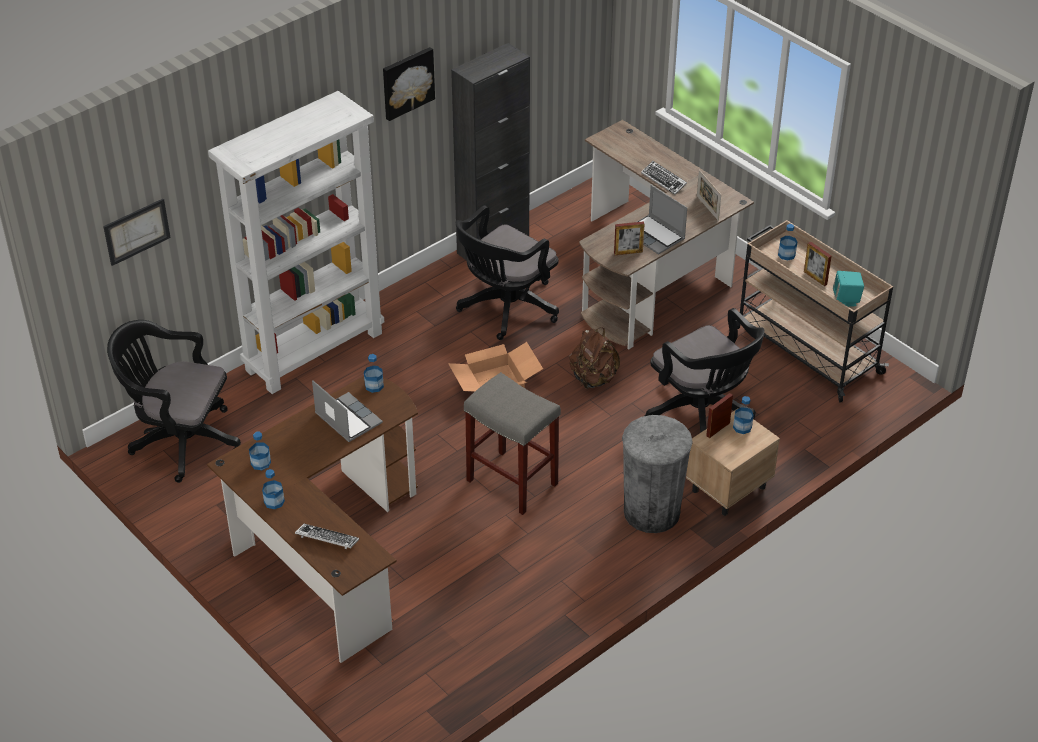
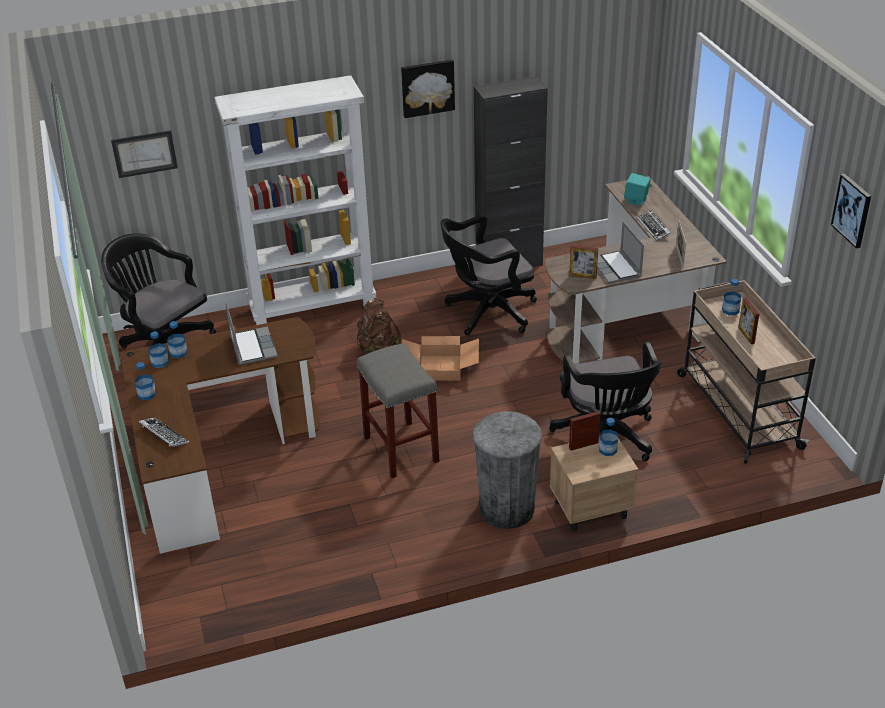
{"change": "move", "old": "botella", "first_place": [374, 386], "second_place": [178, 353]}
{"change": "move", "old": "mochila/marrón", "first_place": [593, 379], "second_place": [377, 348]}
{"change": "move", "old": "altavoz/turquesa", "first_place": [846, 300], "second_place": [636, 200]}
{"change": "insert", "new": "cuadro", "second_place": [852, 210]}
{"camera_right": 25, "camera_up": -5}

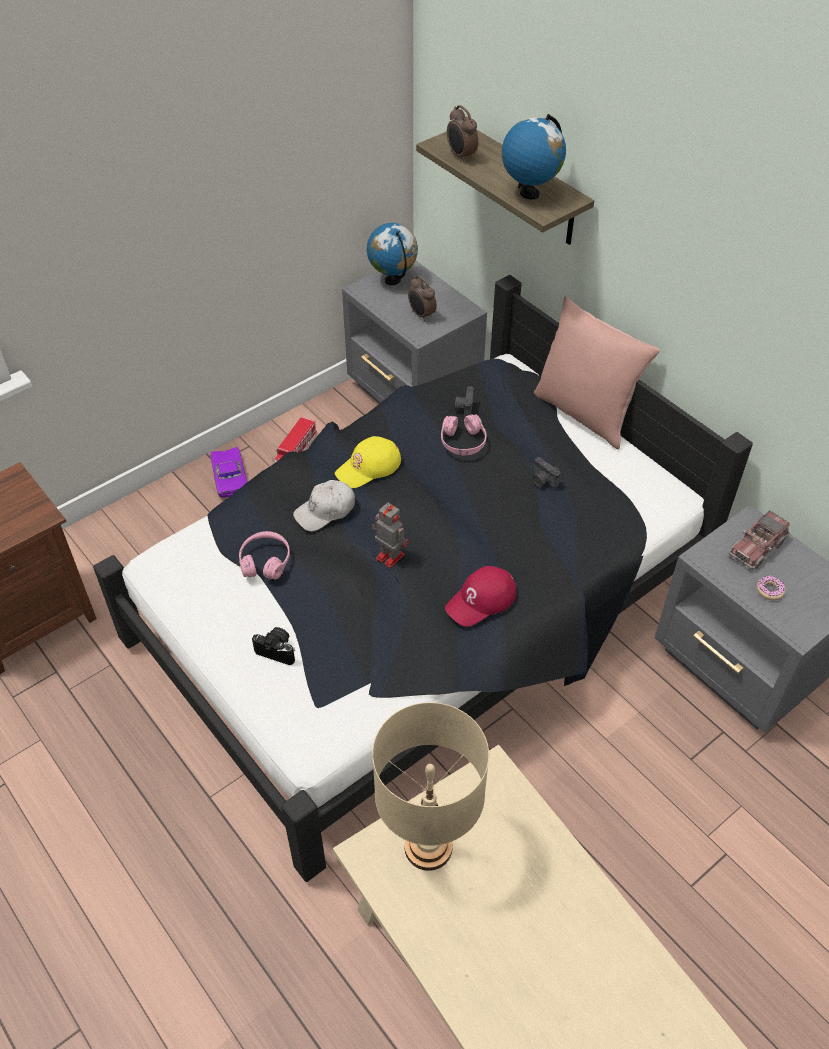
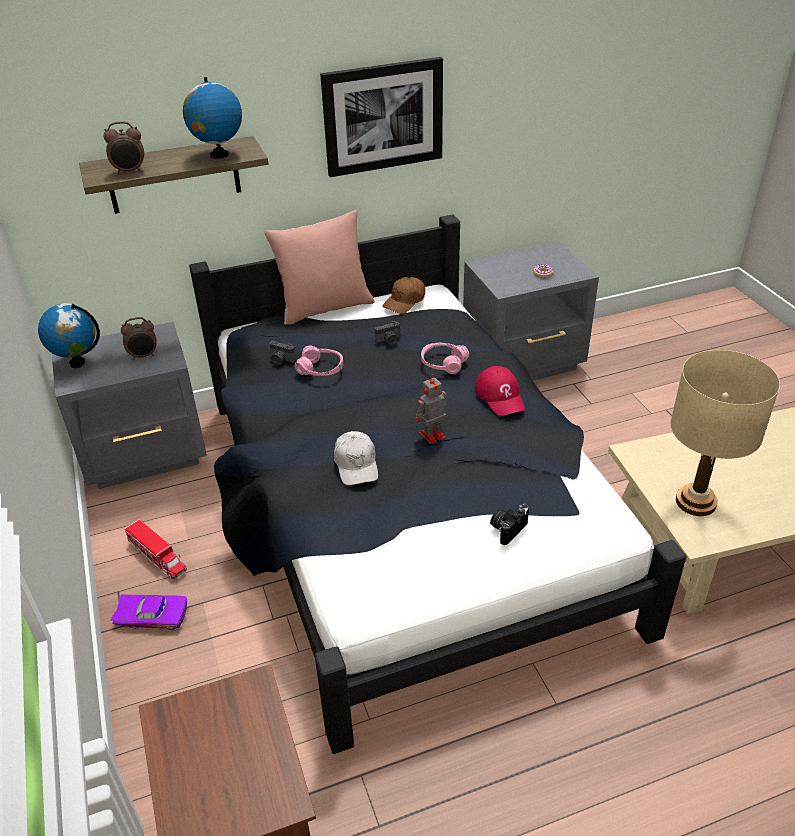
{"change": "move", "old": "auriculares/rosa", "first_place": [265, 562], "second_place": [443, 364]}
{"change": "delete", "old": "gorra/amarillo", "first_place": [368, 467]}
{"change": "delete", "old": "camión de juguete", "first_place": [757, 548]}
{"change": "insert", "new": "cuadro", "second_place": [383, 116]}
{"change": "insert", "new": "gorra/marrón", "second_place": [405, 301]}
{"camera_right": -70, "camera_up": -10}

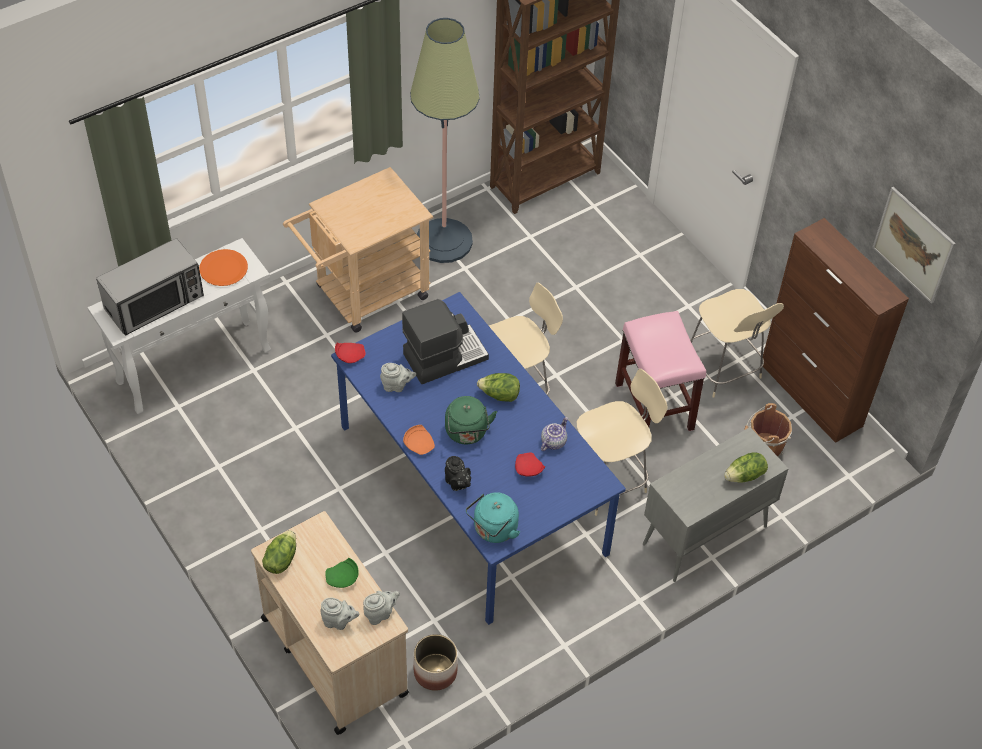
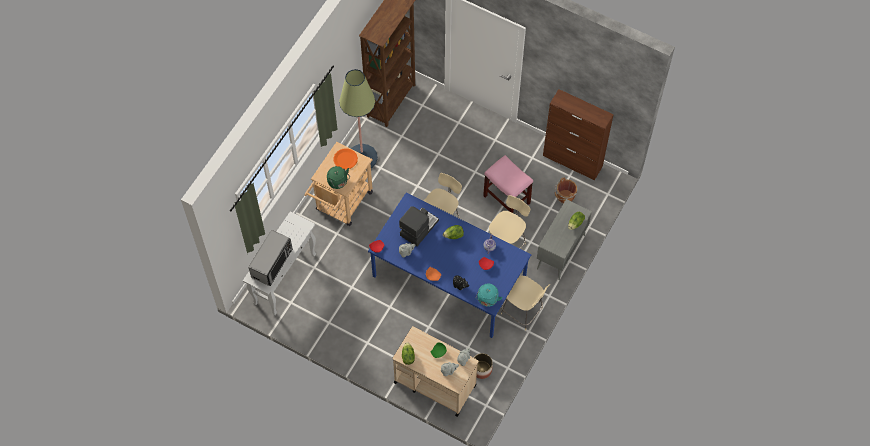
{"change": "move", "old": "plato/naranja", "first_place": [223, 269], "second_place": [345, 159]}
{"change": "move", "old": "hervidor/verde", "first_place": [467, 433], "second_place": [338, 182]}
{"change": "move", "old": "silla/beis", "first_place": [724, 369], "second_place": [523, 312]}
{"change": "delete", "old": "cuadro", "first_place": [913, 245]}
{"camera_right": -25, "camera_up": 10}

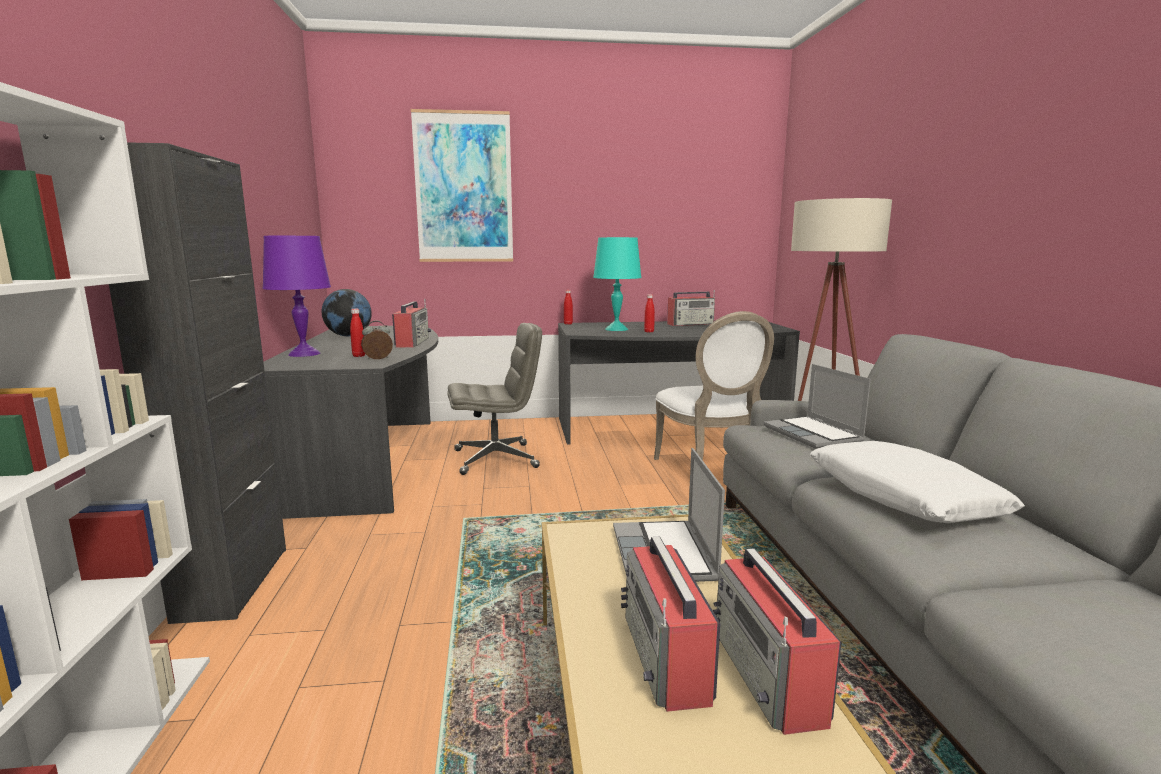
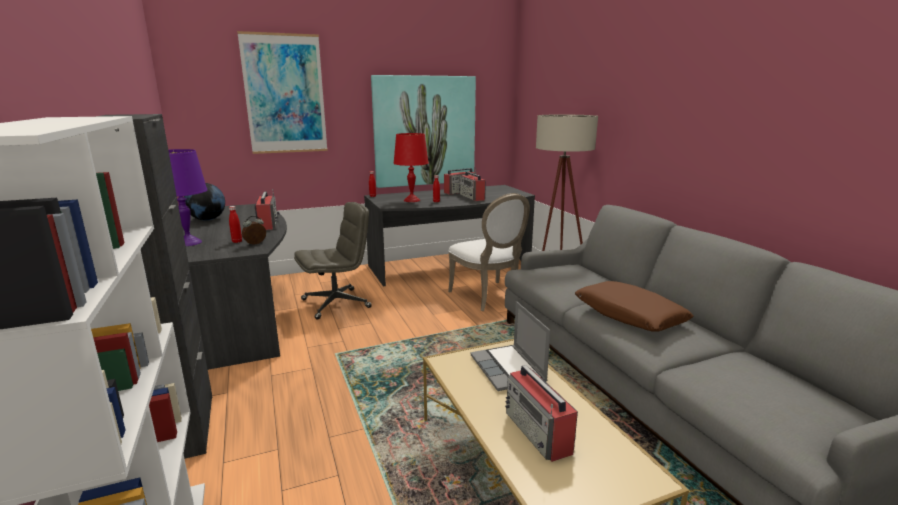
{"change": "recolor", "old": "lámpara de mesa/turquesa", "new": "lámpara de mesa/rojo", "first_place": [617, 329], "second_place": [412, 200]}
{"change": "move", "old": "radio", "first_place": [768, 676], "second_place": [472, 197]}
{"change": "delete", "old": "portátil", "first_place": [814, 434]}
{"change": "recolor", "old": "cojín/blanco", "new": "cojín/marrón", "first_place": [903, 497], "second_place": [629, 315]}
{"change": "insert", "new": "cuadro", "second_place": [424, 131]}
{"camera_right": -15, "camera_up": 5}

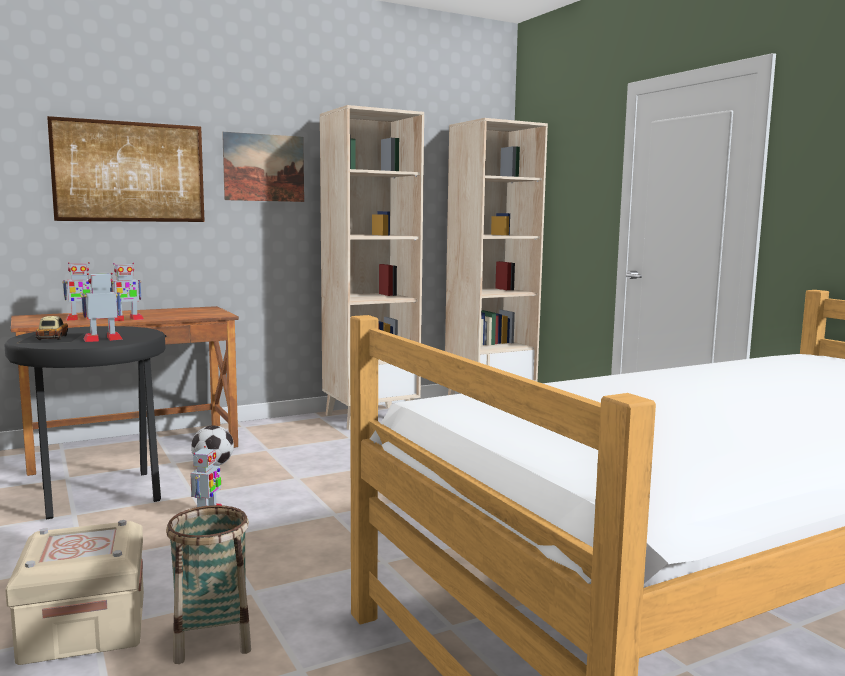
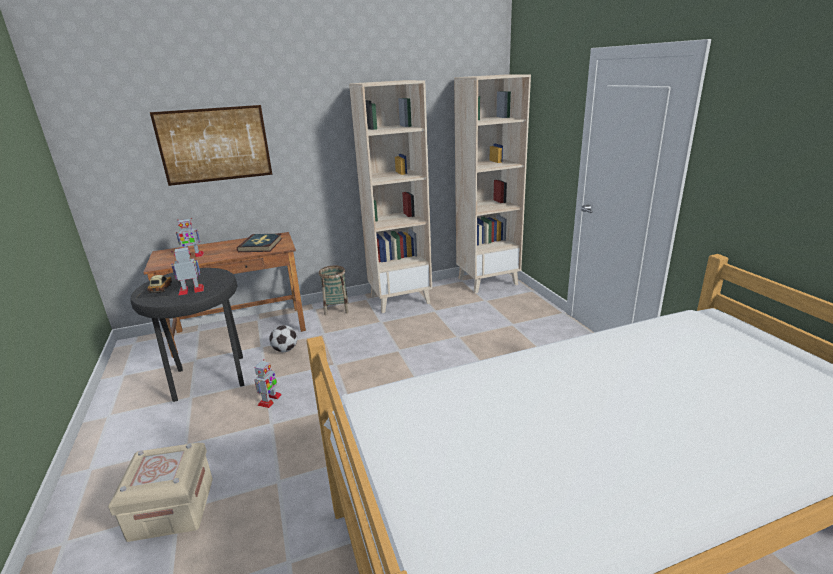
{"change": "delete", "old": "robot de juguete", "first_place": [127, 319]}
{"change": "move", "old": "cesta", "first_place": [212, 638], "second_place": [336, 309]}
{"change": "delete", "old": "cuadro", "first_place": [264, 167]}
{"change": "insert", "new": "libro", "second_place": [261, 245]}
{"camera_right": 10, "camera_up": 15}

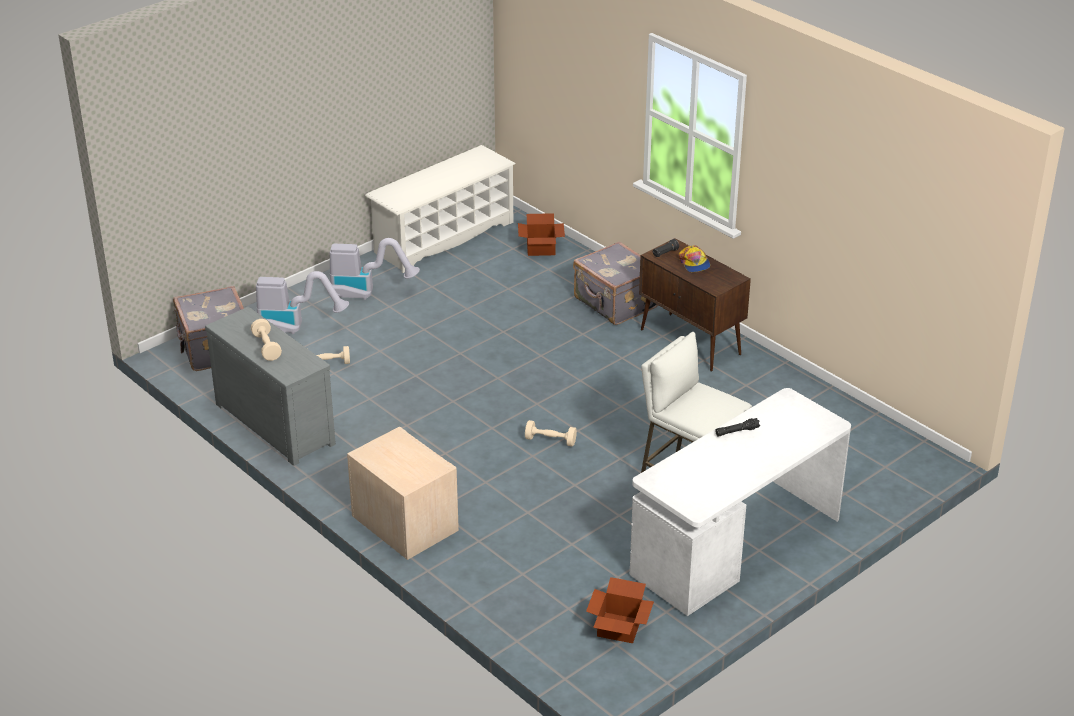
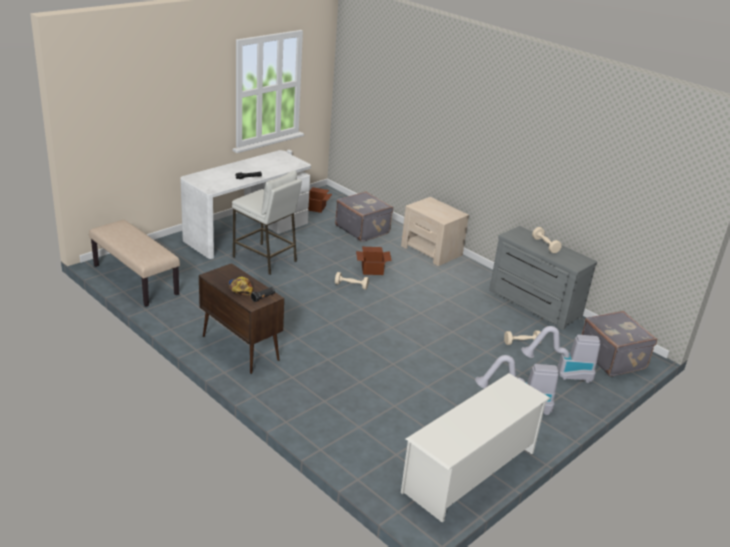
{"change": "move", "old": "caja de cartón", "first_place": [540, 249], "second_place": [372, 269]}
{"change": "move", "old": "maleta/gris", "first_place": [615, 303], "second_place": [363, 229]}
{"change": "insert", "new": "banco/beis", "second_place": [134, 280]}
{"camera_right": 175, "camera_up": -5}

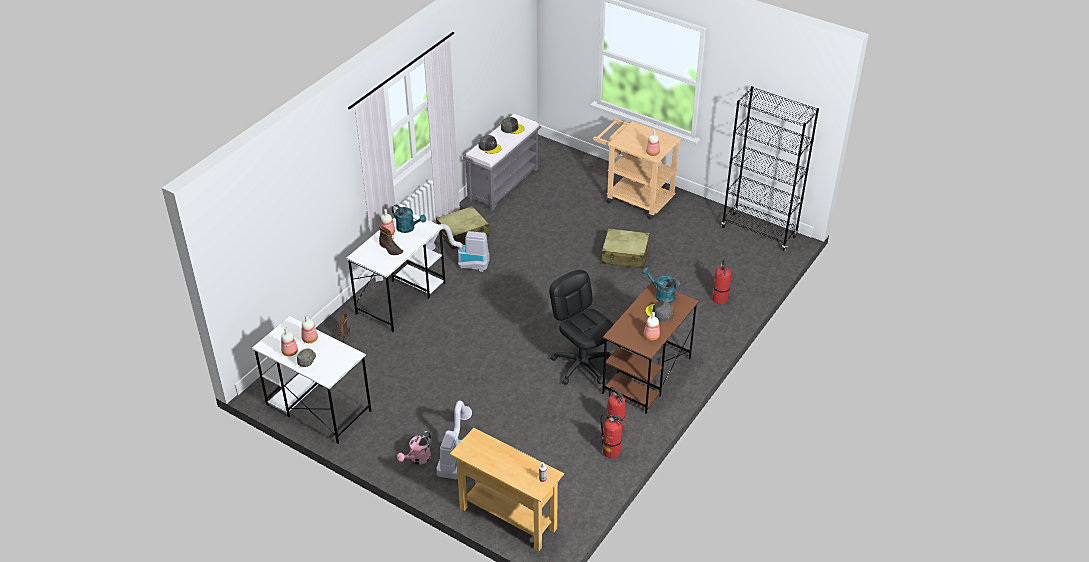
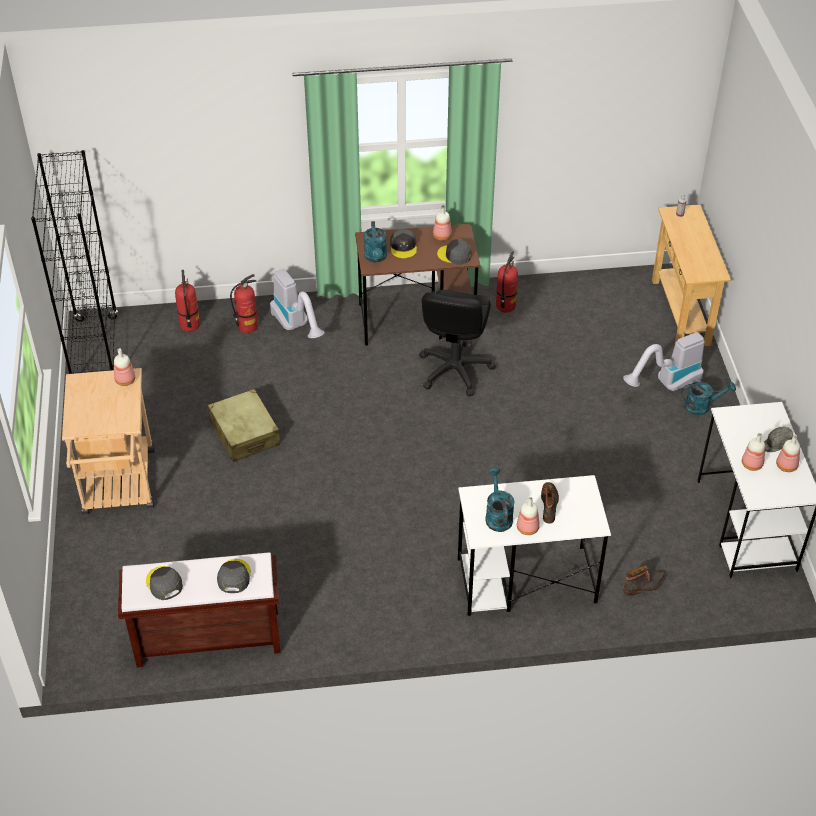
{"change": "recolor", "old": "regadera/rosa", "new": "regadera/turquesa", "first_place": [418, 459], "second_place": [702, 406]}
{"change": "move", "old": "aspiradora", "first_place": [462, 263], "second_place": [297, 326]}
{"change": "delete", "old": "maleta/beis", "first_place": [462, 234]}
{"change": "recolor", "old": "banco/gris", "new": "banco/marrón", "first_place": [503, 184], "second_place": [206, 639]}
{"change": "move", "old": "extintor", "first_place": [611, 452], "second_place": [189, 325]}
{"change": "insert", "new": "gorra/gris", "second_place": [454, 255]}
{"camera_right": -130, "camera_up": 5}

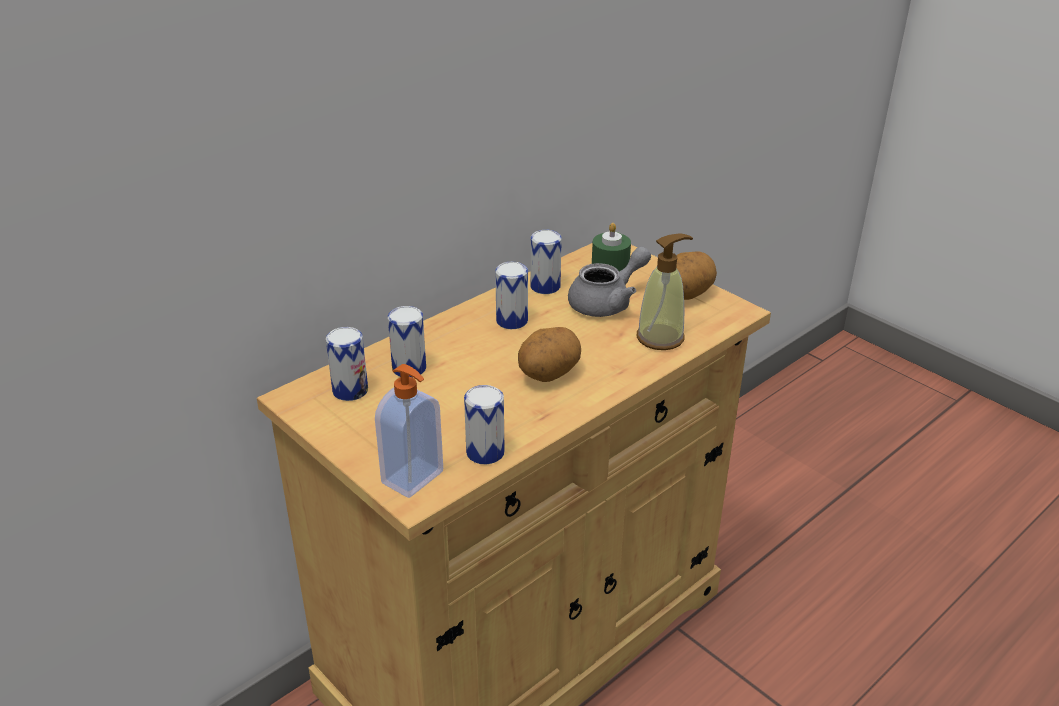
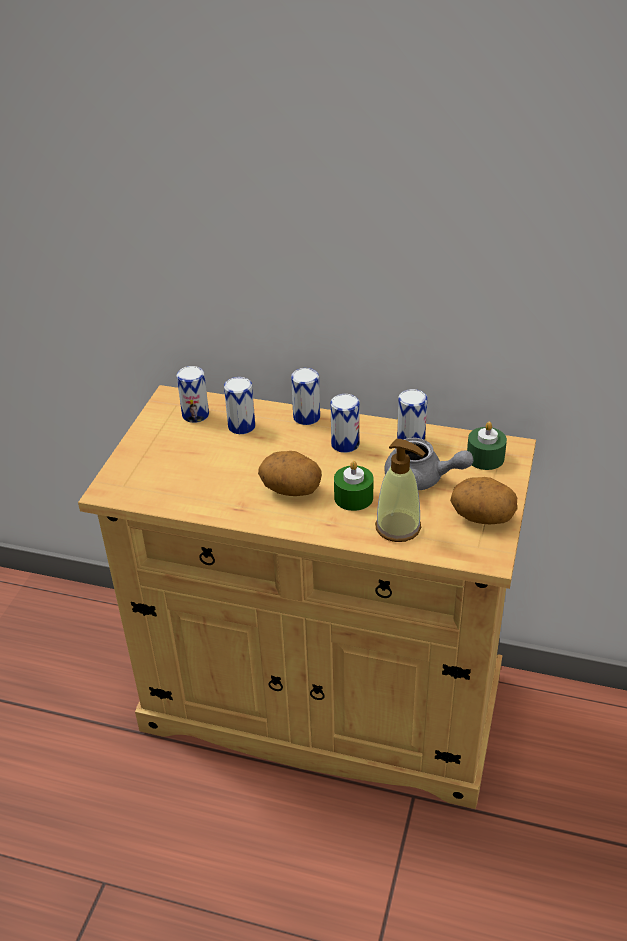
{"change": "delete", "old": "dispensador de jabón", "first_place": [414, 478]}
{"change": "move", "old": "lata", "first_place": [485, 452], "second_place": [306, 417]}
{"change": "insert", "new": "vela/verde", "second_place": [353, 497]}
{"camera_right": 60, "camera_up": 5}

